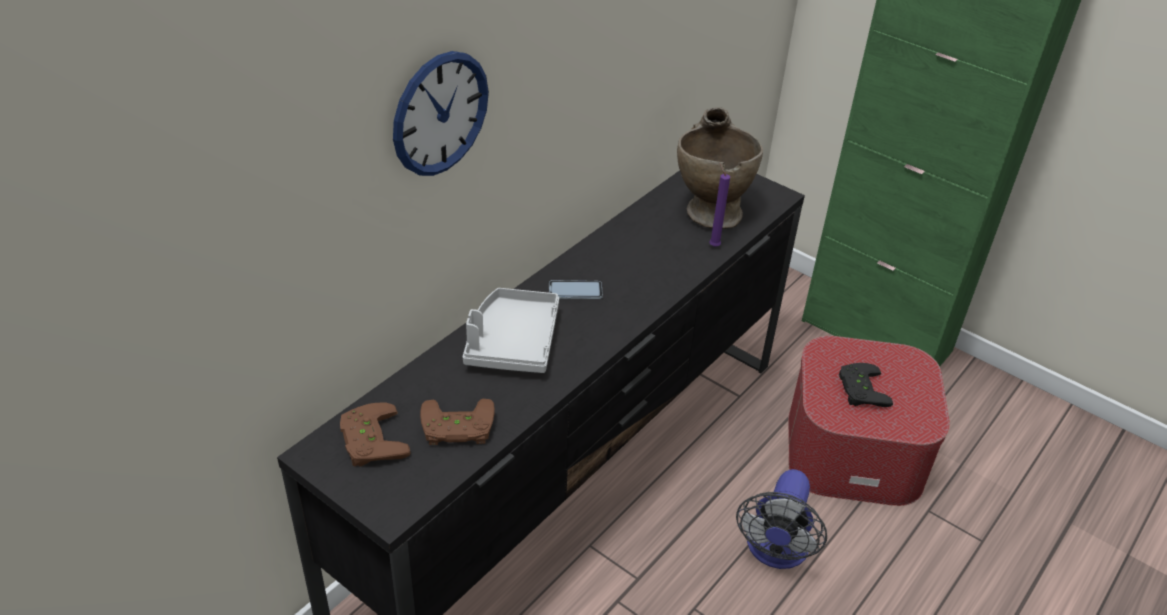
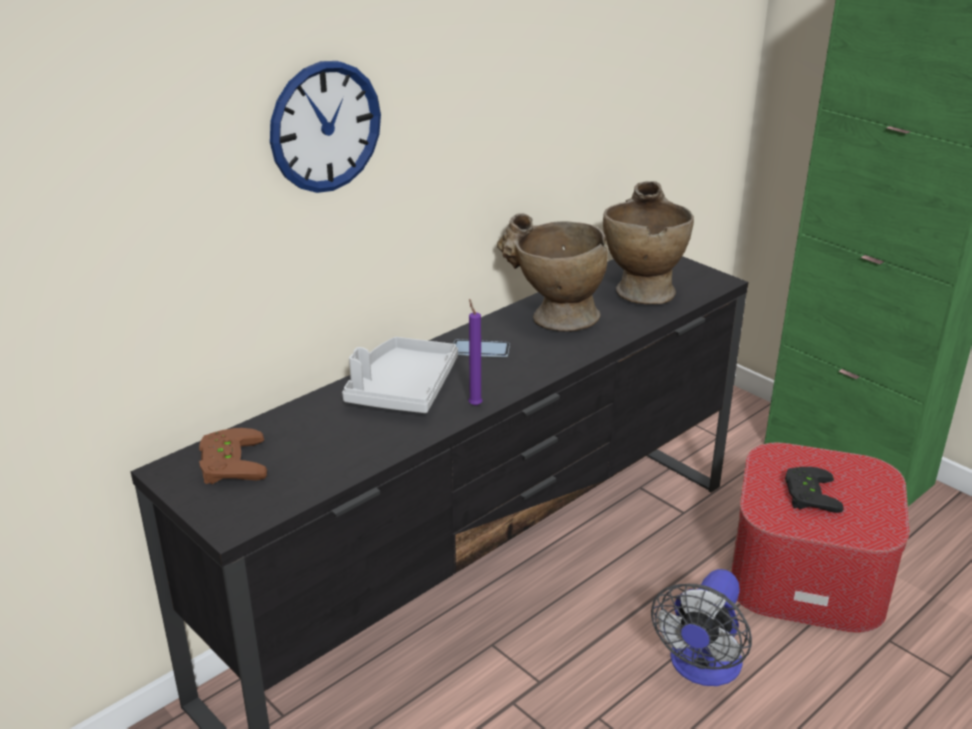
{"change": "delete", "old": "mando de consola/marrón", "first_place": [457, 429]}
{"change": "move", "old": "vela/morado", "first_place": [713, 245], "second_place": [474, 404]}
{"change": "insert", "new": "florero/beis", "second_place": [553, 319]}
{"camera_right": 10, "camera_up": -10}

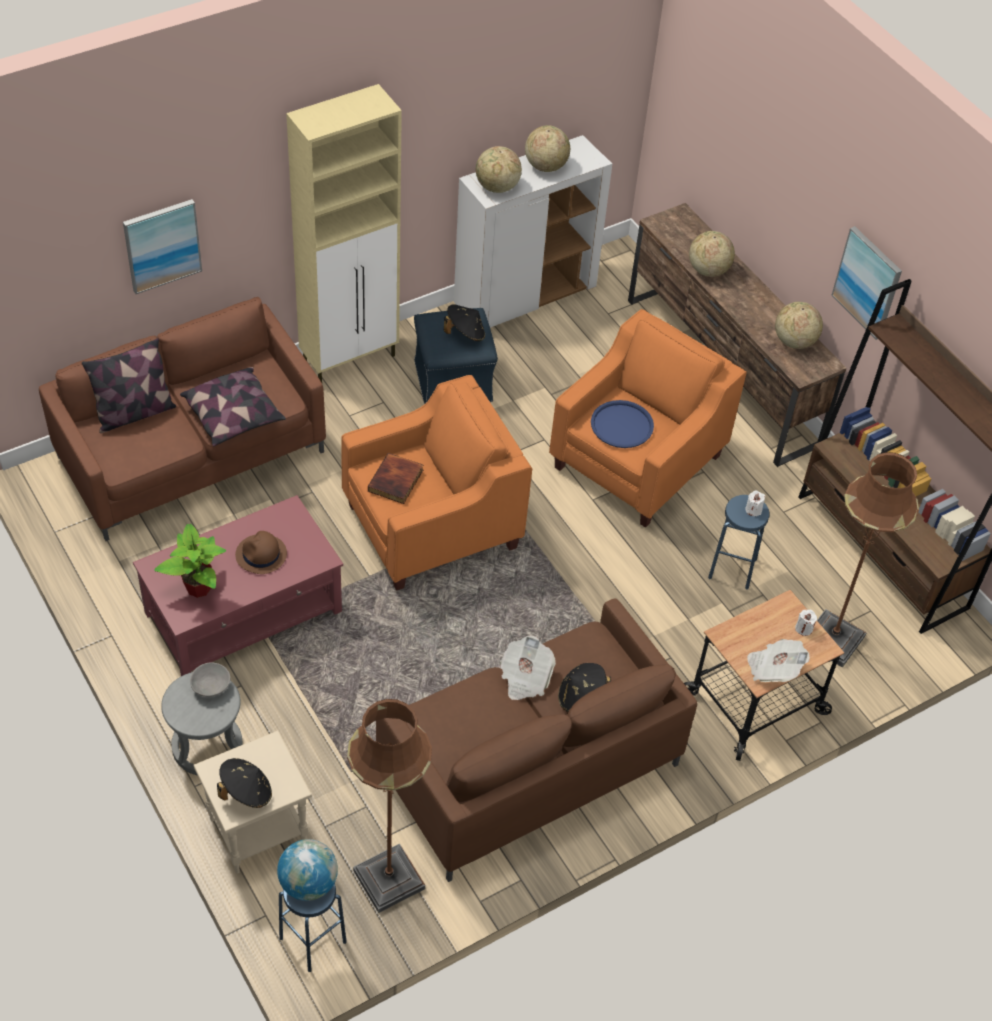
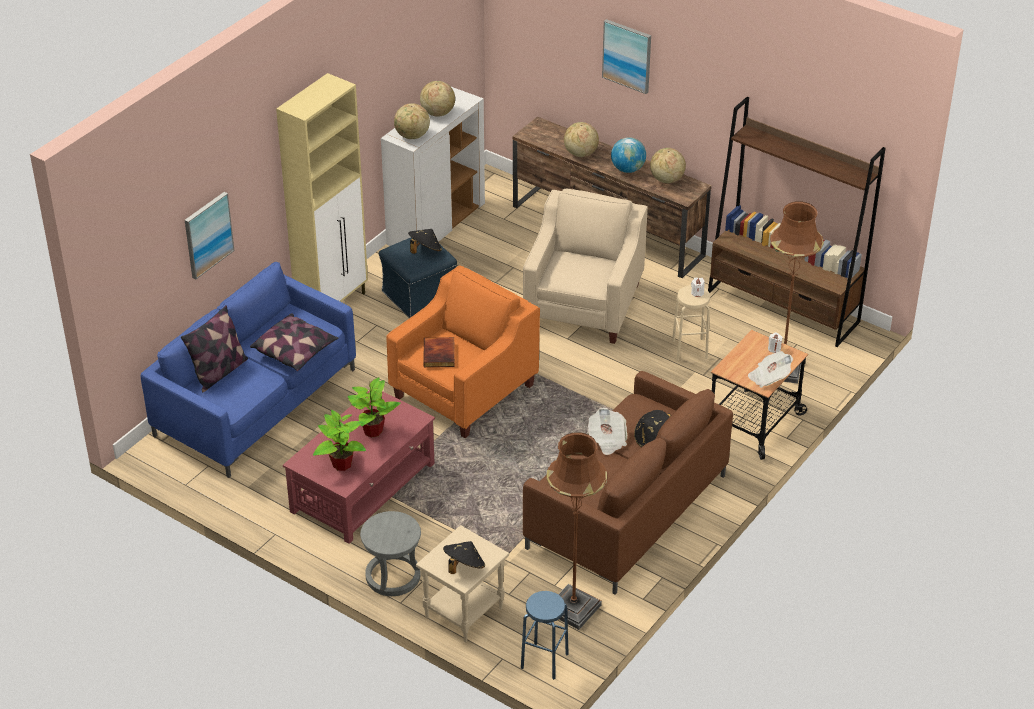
{"change": "recolor", "old": "sofá/marrón", "new": "sofá/azul", "first_place": [191, 456], "second_place": [255, 404]}
{"change": "delete", "old": "cuenco/gris", "first_place": [210, 686]}
{"change": "replace", "old": "sombrero/marrón", "new": "planta en maceta", "first_place": [261, 555], "second_place": [373, 430]}
{"change": "move", "old": "globo terráqueo", "first_place": [308, 883], "second_place": [628, 169]}
{"change": "recolor", "old": "sillón/naranja", "new": "sillón/beis", "first_place": [638, 462], "second_place": [584, 305]}
{"change": "delete", "old": "bandeja/azul", "first_place": [622, 425]}
{"change": "recolor", "old": "taburete/azul", "new": "taburete/beis", "first_place": [732, 569], "second_place": [689, 349]}
{"change": "move", "old": "cuadro", "first_place": [868, 282], "second_place": [627, 55]}
{"camera_right": -20, "camera_up": -10}

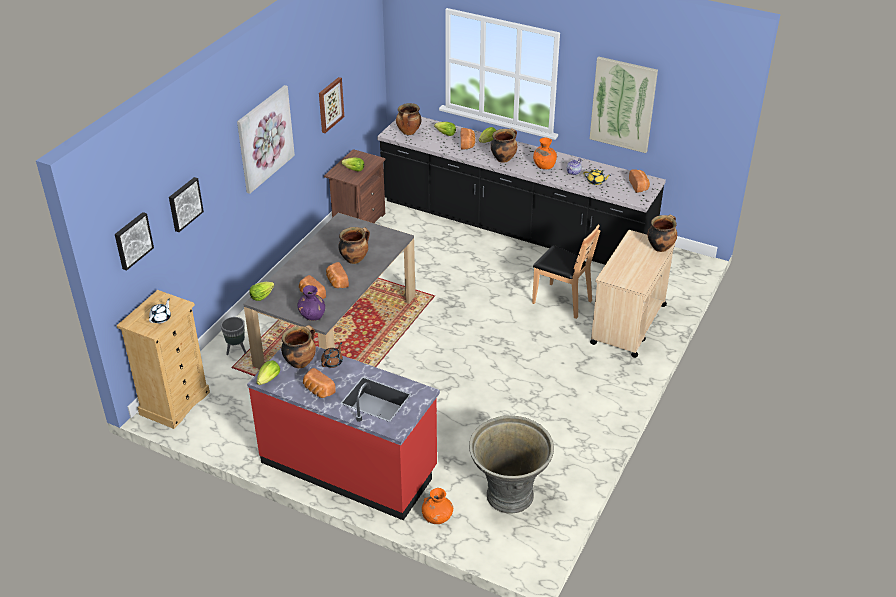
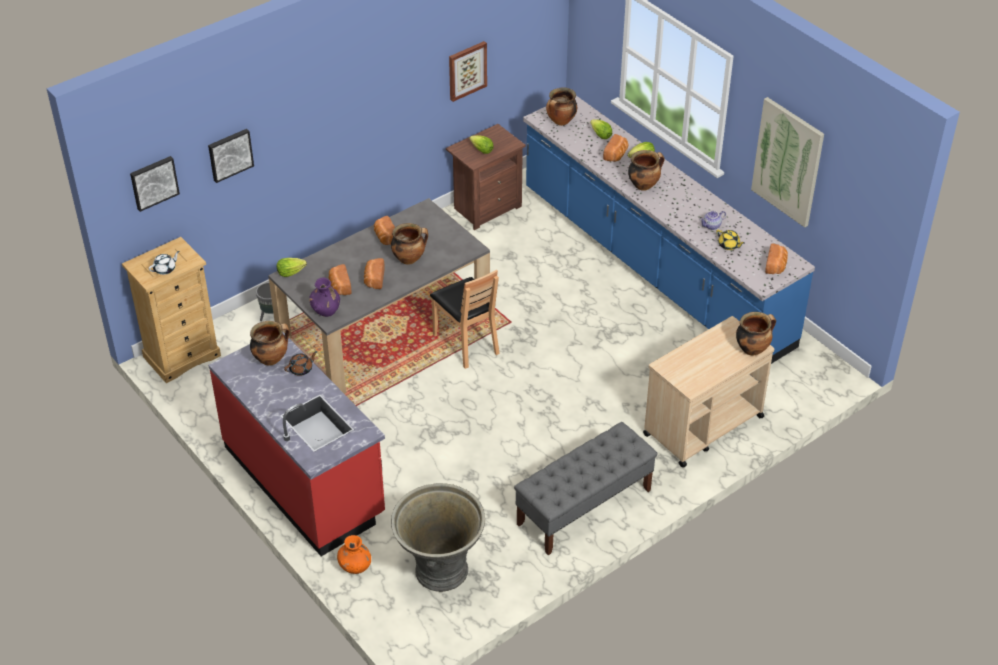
{"change": "delete", "old": "cuadro", "first_place": [265, 138]}
{"change": "delete", "old": "lechuga", "first_place": [269, 379]}
{"change": "move", "old": "pan", "first_place": [318, 390], "second_place": [385, 237]}
{"change": "recolor", "old": "mueble bajo de cocina/negro", "new": "mueble bajo de cocina/azul", "first_place": [514, 228], "second_place": [653, 267]}
{"change": "move", "old": "silla/marrón", "first_place": [561, 301], "second_place": [466, 343]}
{"change": "delete", "old": "florero/naranja", "first_place": [544, 165]}
{"change": "insert", "new": "banco/gris", "second_place": [584, 507]}
{"camera_right": 25, "camera_up": 5}

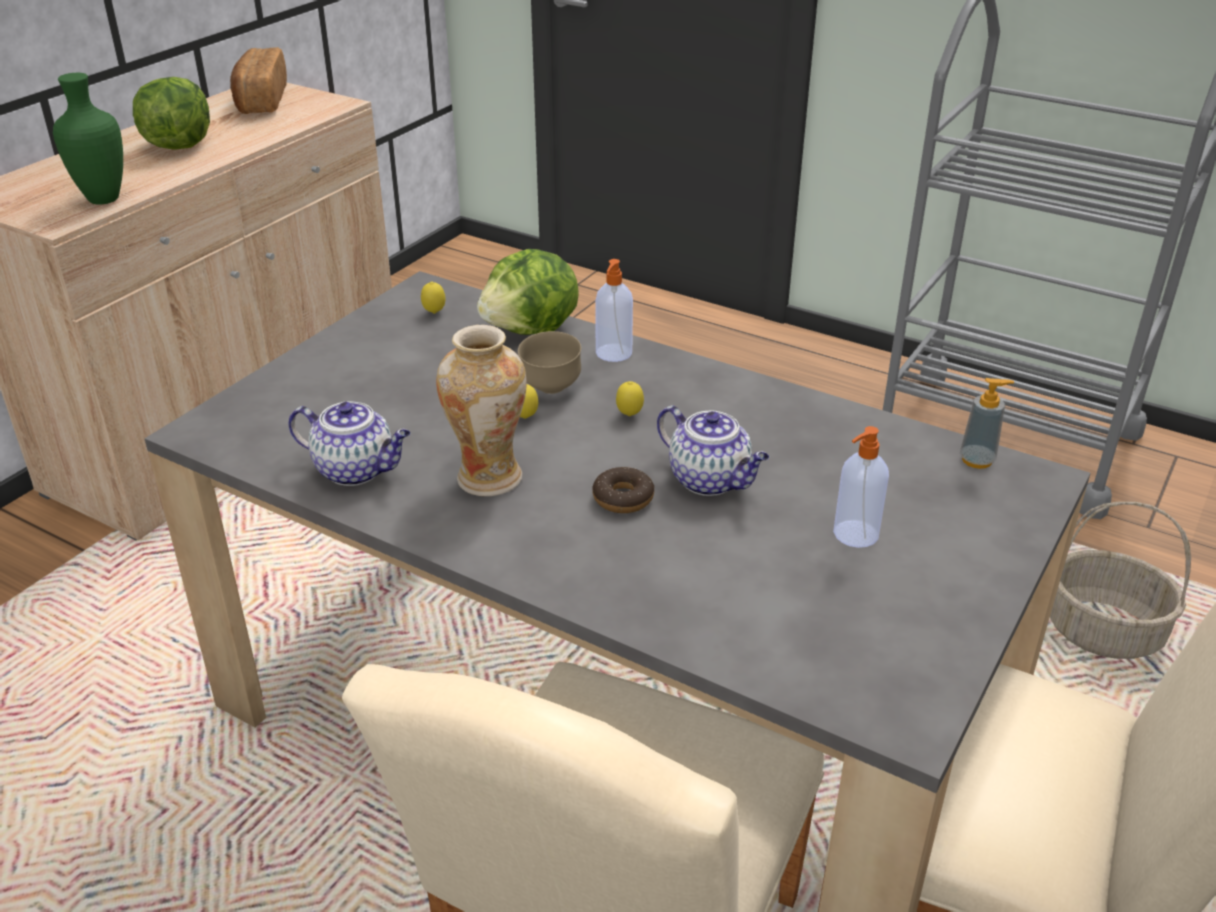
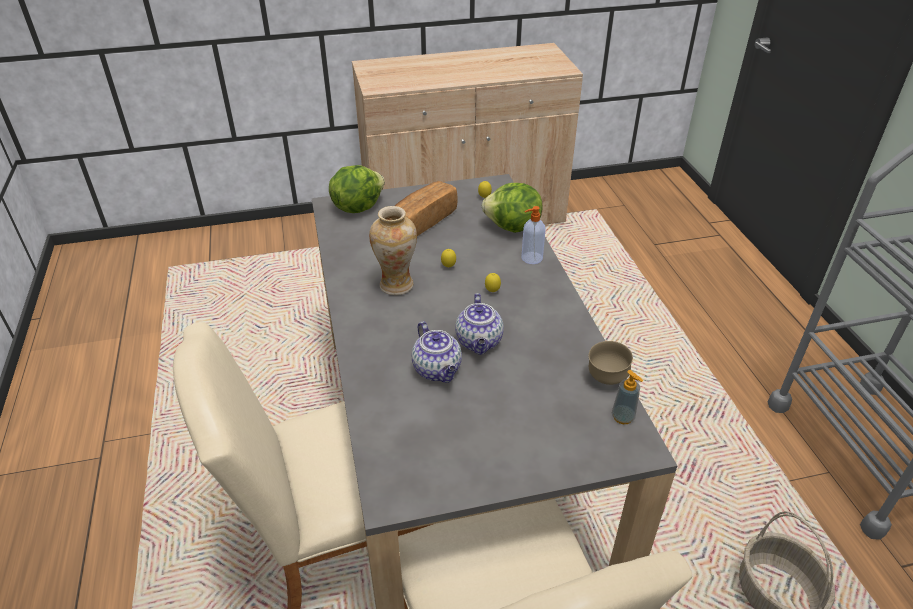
{"change": "delete", "old": "florero/verde", "first_place": [105, 200]}
{"change": "move", "old": "lechuga", "first_place": [178, 145], "second_place": [357, 207]}
{"change": "move", "old": "pan", "first_place": [260, 101], "second_place": [423, 221]}
{"change": "move", "old": "tetera", "first_place": [357, 470], "second_place": [438, 370]}
{"change": "move", "old": "cuenco/marrón", "first_place": [550, 389], "second_place": [606, 378]}
{"change": "delete", "old": "rosquilla", "first_place": [623, 498]}
{"change": "delete", "old": "dispensador de jabón", "first_place": [854, 534]}
{"camera_right": 45, "camera_up": 5}

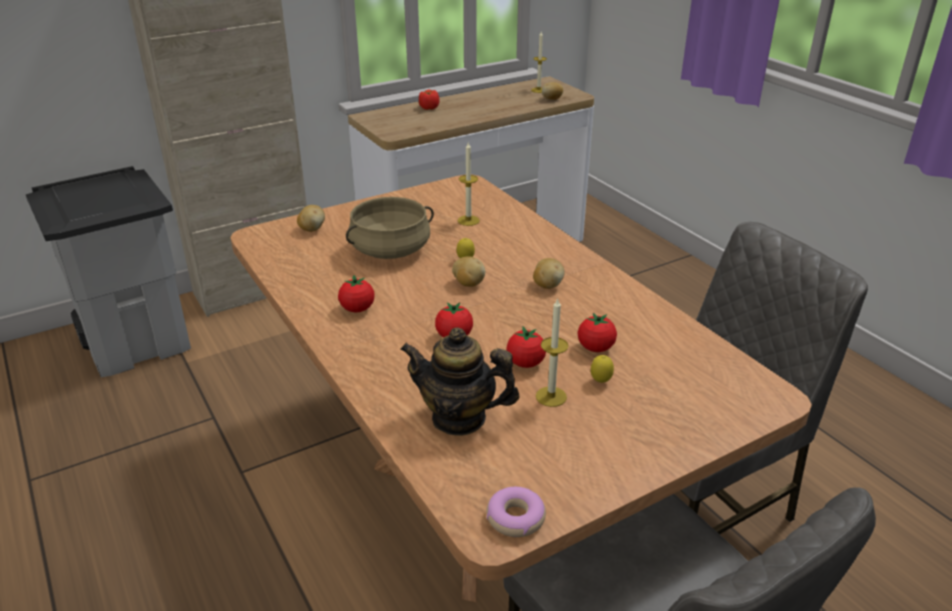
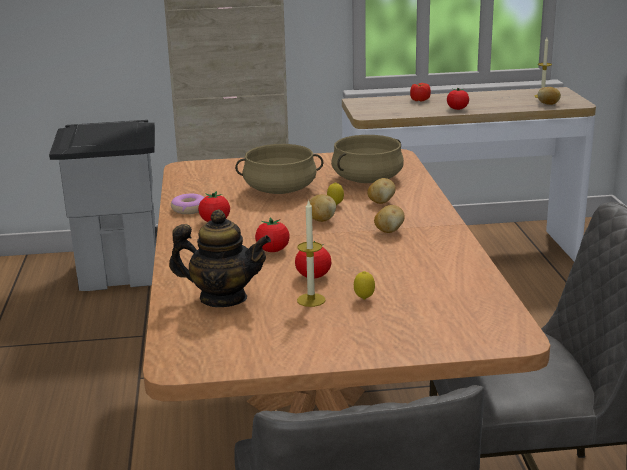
{"change": "move", "old": "patata", "first_place": [312, 229], "second_place": [381, 202]}
{"change": "rotate", "old": "tetera", "first_place": [459, 418], "second_place": [223, 298], "degrees": 150}
{"change": "replace", "old": "vela", "new": "olla/beis", "first_place": [468, 220], "second_place": [367, 179]}
{"change": "move", "old": "rosquilla", "first_place": [516, 518], "second_place": [189, 209]}
{"change": "move", "old": "tomate", "first_place": [595, 348], "second_place": [457, 109]}
{"camera_right": 25, "camera_up": -10}

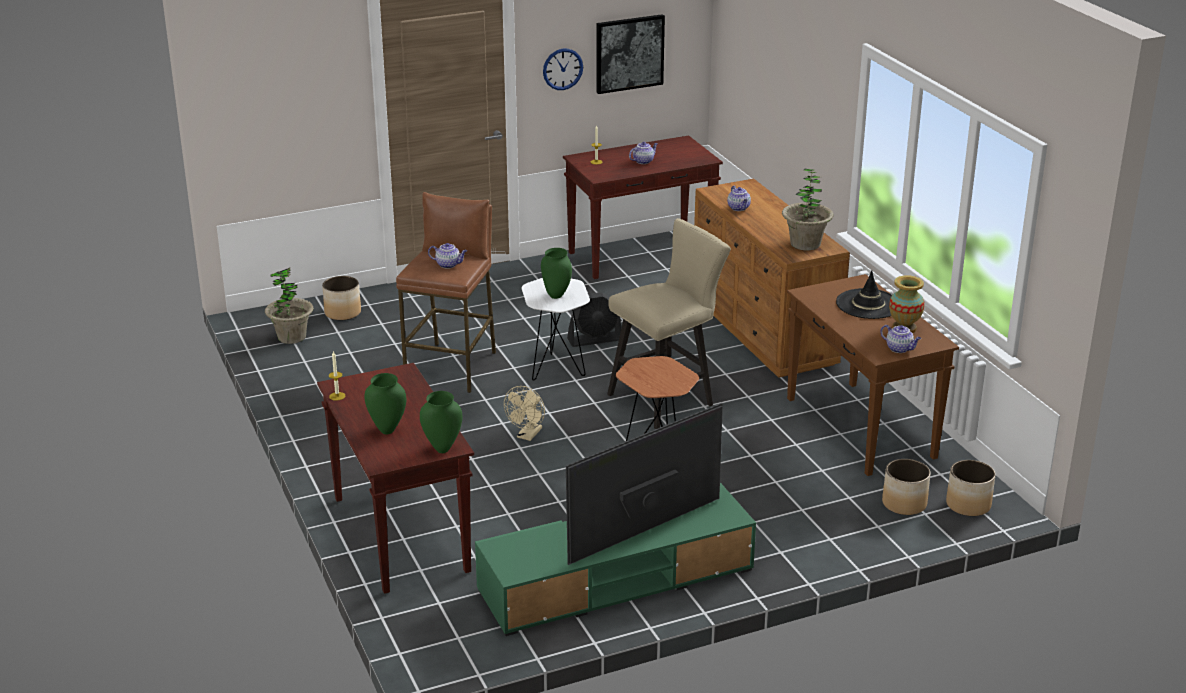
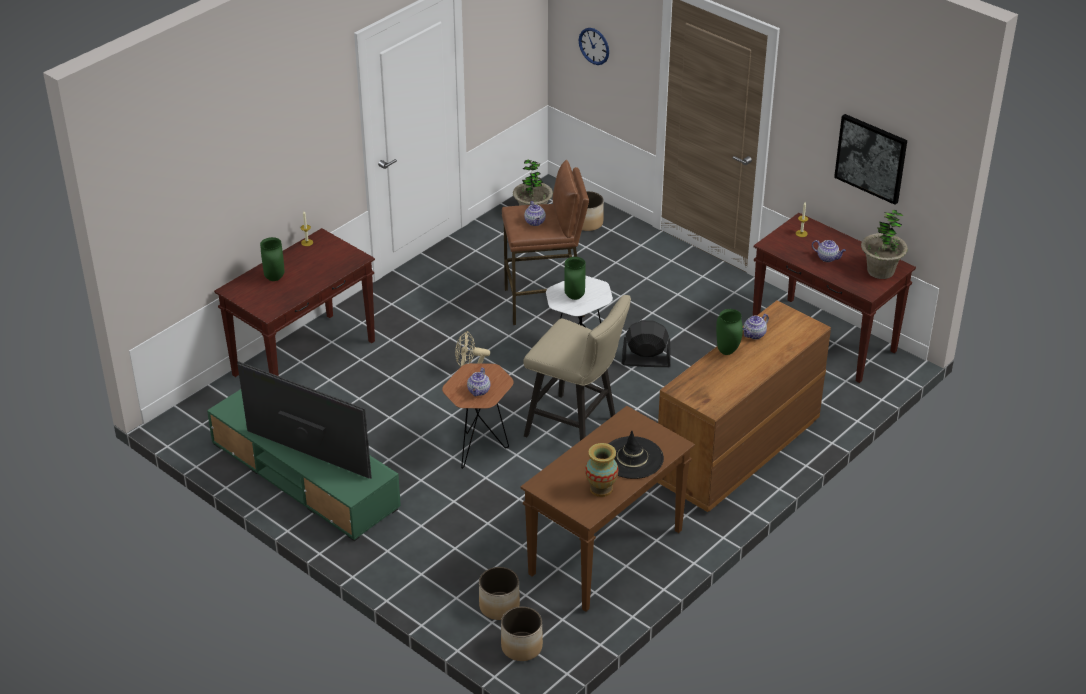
{"change": "move", "old": "florero/verde", "first_place": [442, 448], "second_place": [728, 351]}
{"change": "move", "old": "reloj de pared", "first_place": [562, 69], "second_place": [594, 46]}
{"change": "rotate", "old": "ventilador/negro", "first_place": [595, 339], "second_place": [645, 361], "degrees": 135}
{"change": "move", "old": "planta en maceta", "first_place": [805, 244], "second_place": [880, 271]}
{"change": "move", "old": "tetera", "first_place": [900, 349], "second_place": [479, 391]}
{"camera_right": 65, "camera_up": 10}

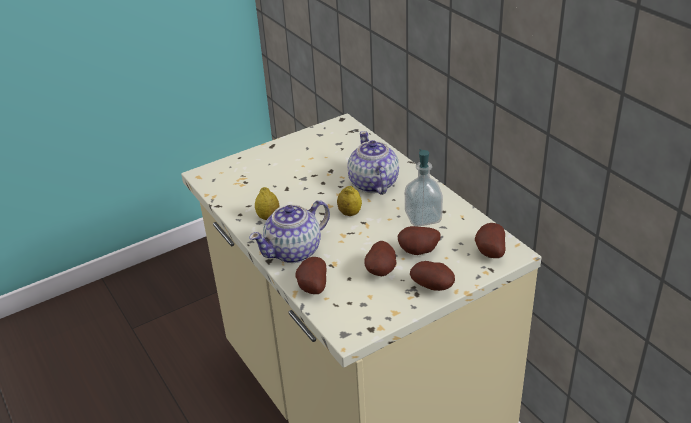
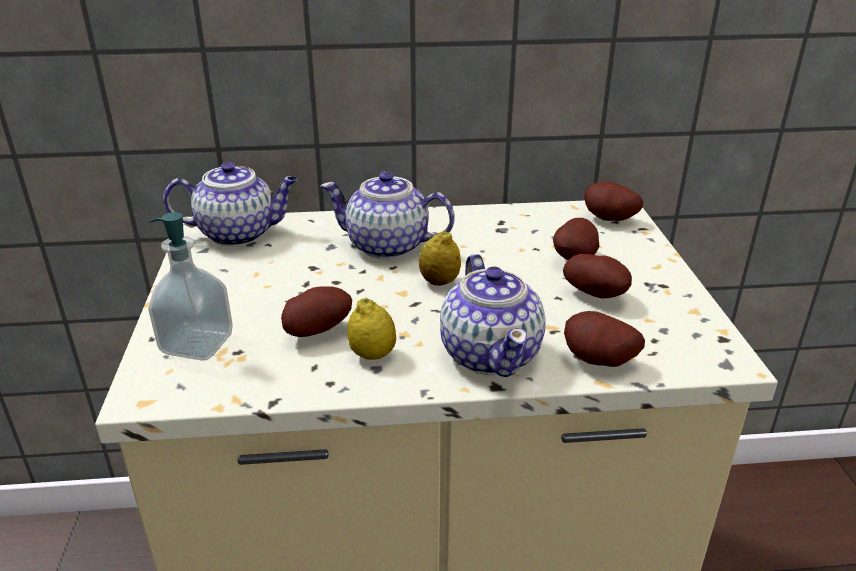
{"change": "move", "old": "dispensador de jabón", "first_place": [423, 217], "second_place": [197, 344]}
{"change": "move", "old": "patata", "first_place": [434, 287], "second_place": [317, 330]}
{"change": "insert", "new": "tetera", "second_place": [239, 233]}
{"camera_right": -65, "camera_up": -5}

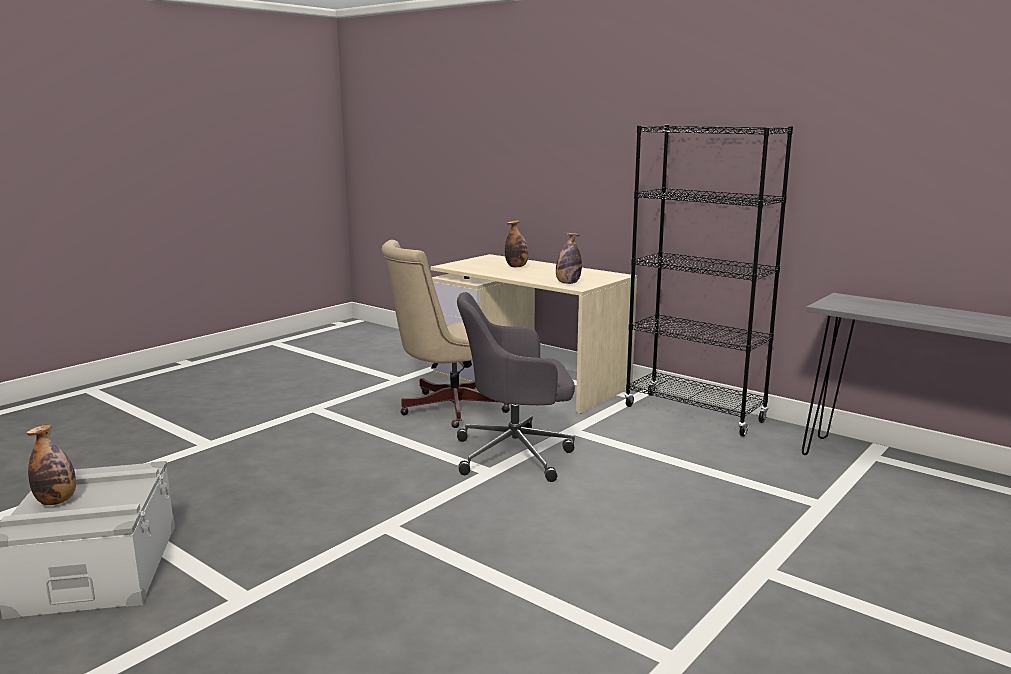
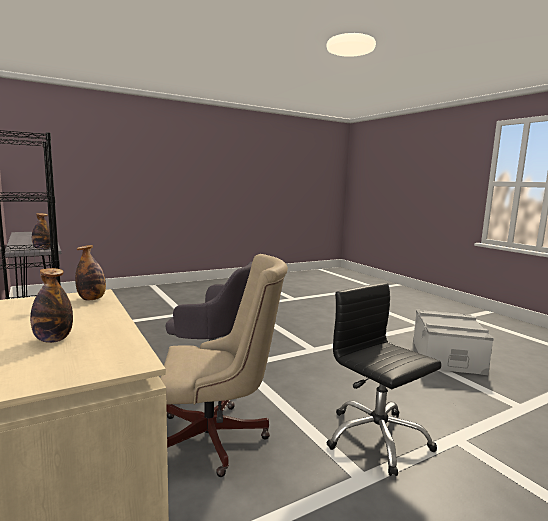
{"change": "move", "old": "botella", "first_place": [57, 501], "second_place": [42, 249]}
{"change": "insert", "new": "silla de oficina/negro", "second_place": [376, 438]}
{"camera_right": -160, "camera_up": -5}

